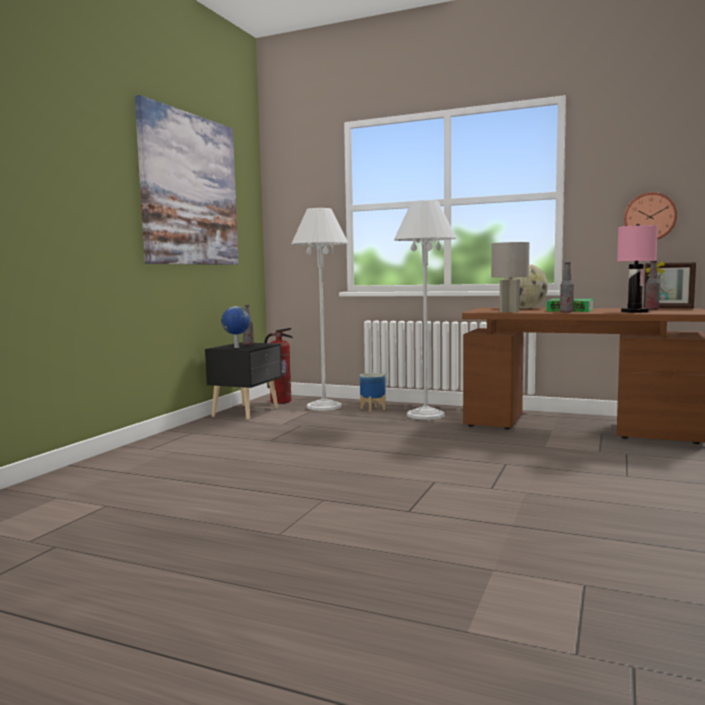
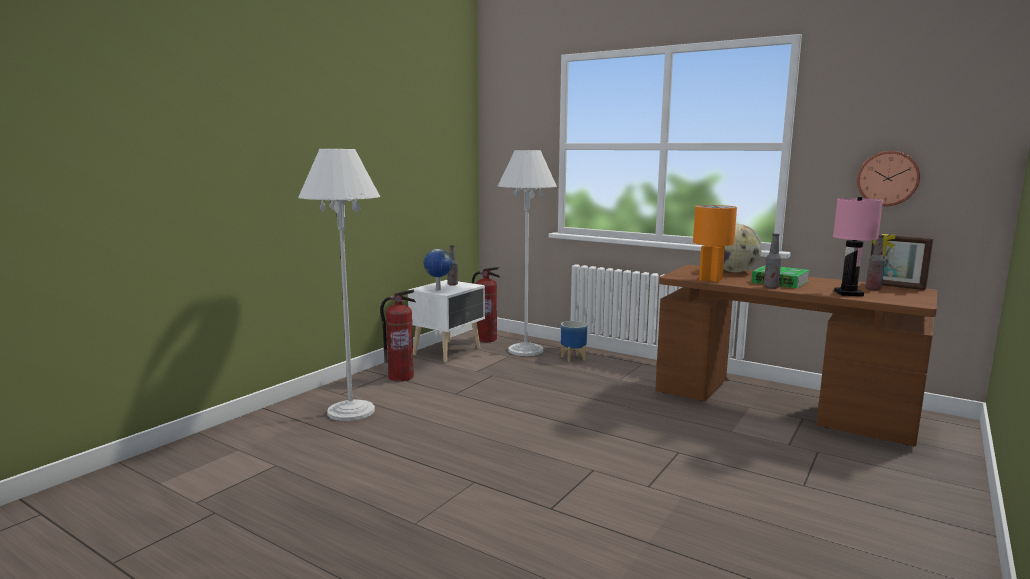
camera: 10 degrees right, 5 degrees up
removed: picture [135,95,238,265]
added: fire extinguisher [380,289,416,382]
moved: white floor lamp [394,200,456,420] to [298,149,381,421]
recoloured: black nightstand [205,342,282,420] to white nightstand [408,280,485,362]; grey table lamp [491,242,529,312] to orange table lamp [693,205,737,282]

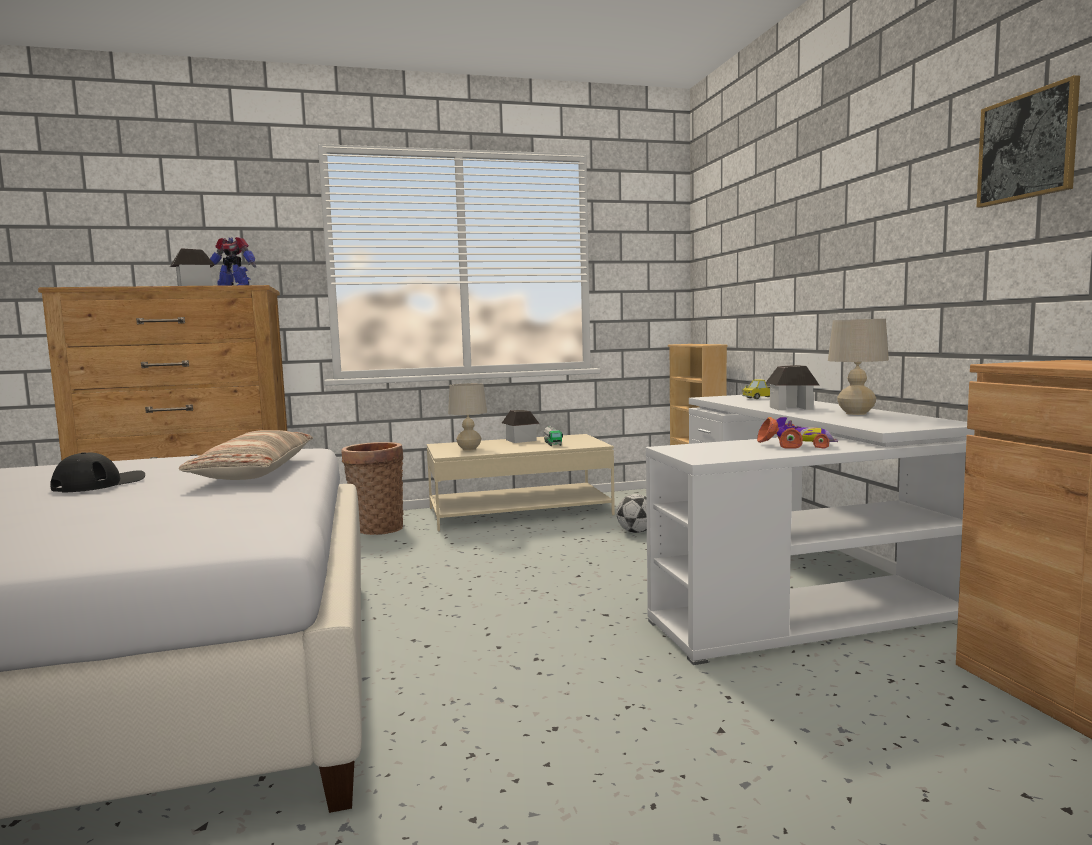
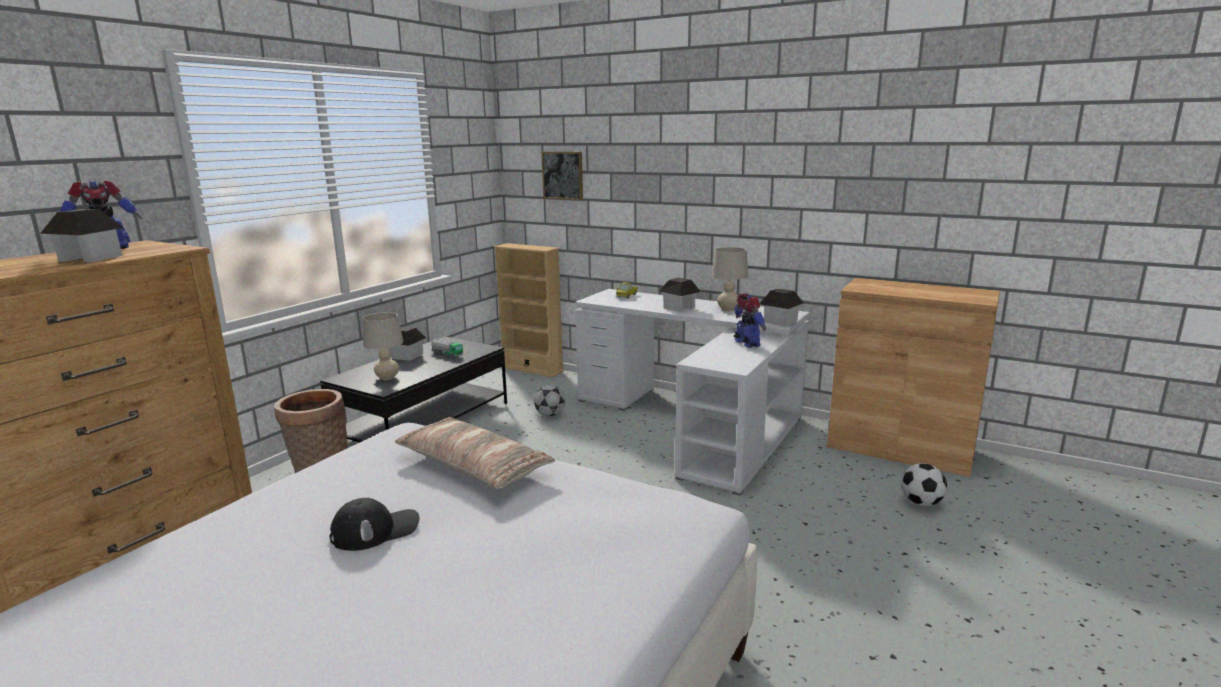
camera: 45 degrees left, 10 degrees up
added: toy house [759,289,804,326]; football [901,463,947,506]
moved: picture [977,75,1080,208] to [541,152,583,200]
replaced: toy car [757,417,838,449] to toy robot [734,293,766,348]
recoloured: beige coffee table [427,434,615,531] to black coffee table [320,337,507,443]
turned: black cap [50,452,145,493] = [330,498,419,551] 75 degrees clockwise

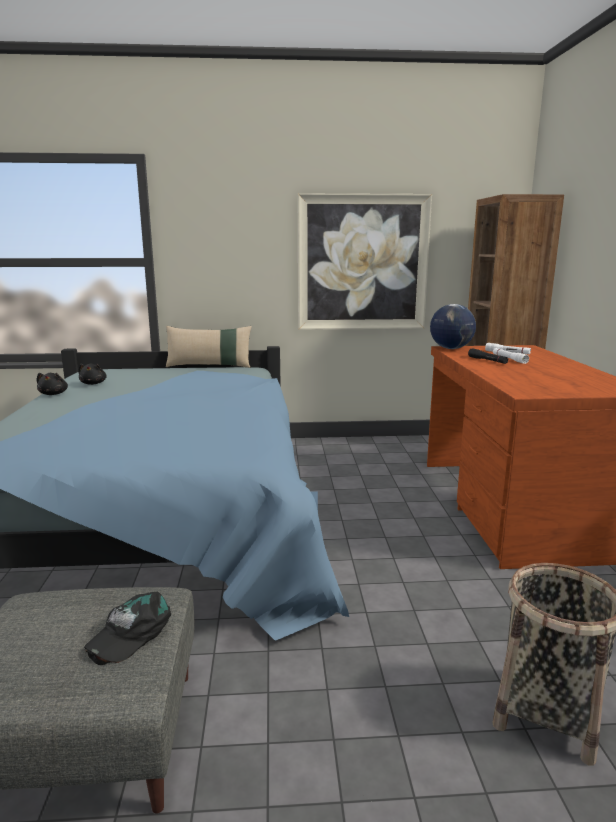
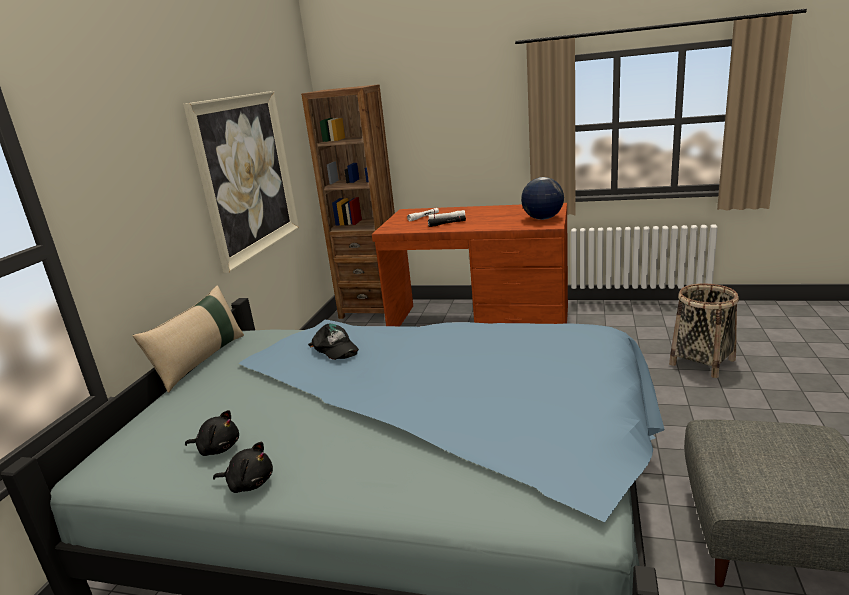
camera: 70 degrees left, 5 degrees up
moved: black cap [84,592,171,665] to [308,323,359,360]; globe [430,304,476,349] to [521,177,564,220]

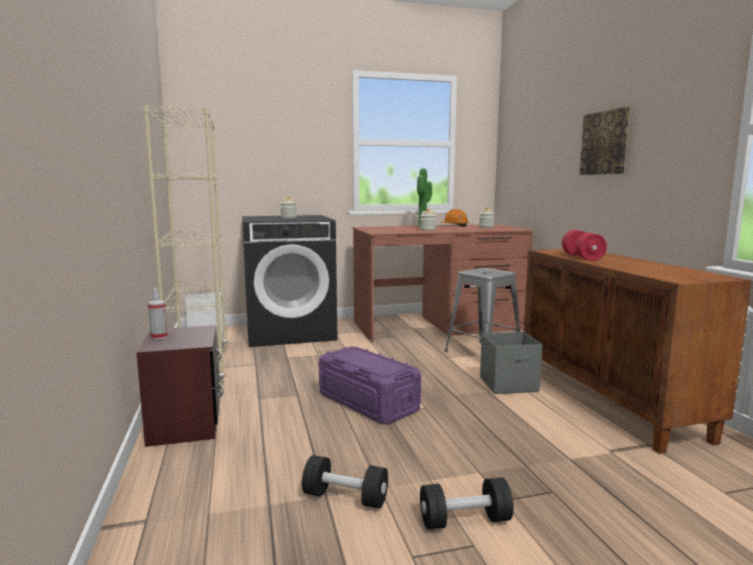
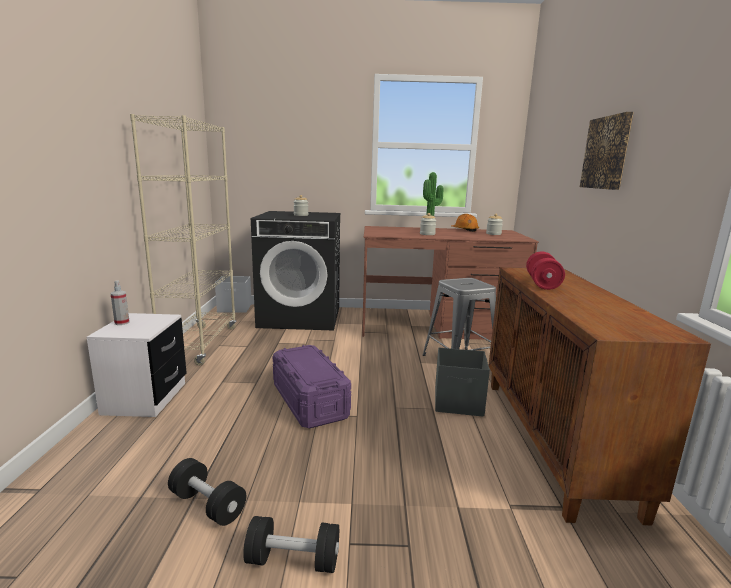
camera: 15 degrees right, 5 degrees up
recoloured: brown nightstand [136,325,223,447] to white nightstand [87,313,187,417]

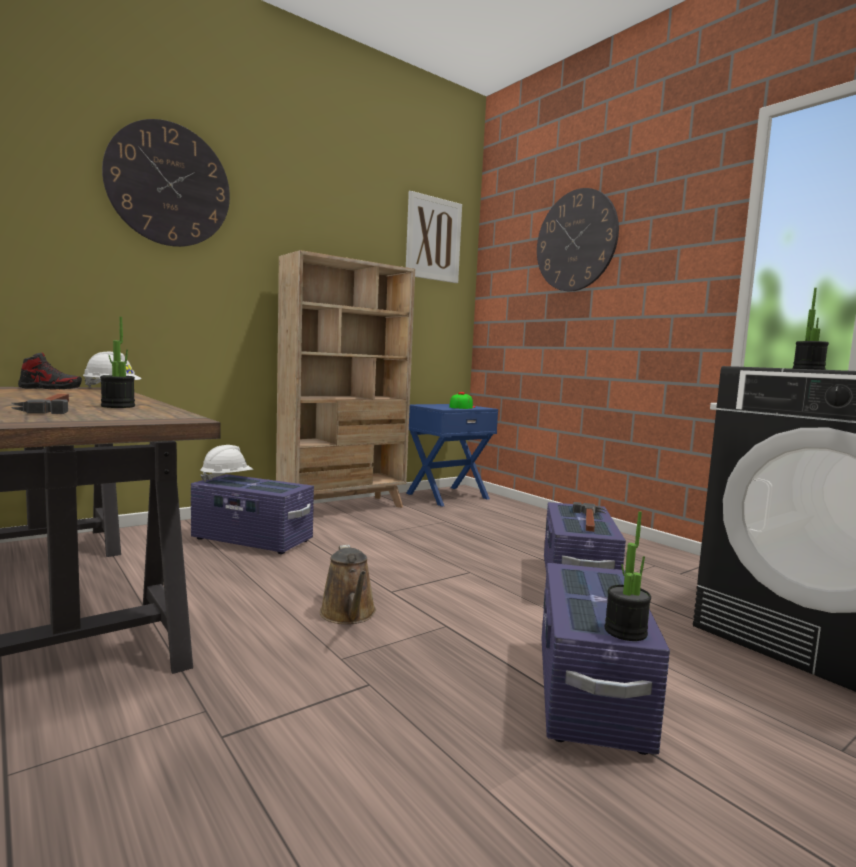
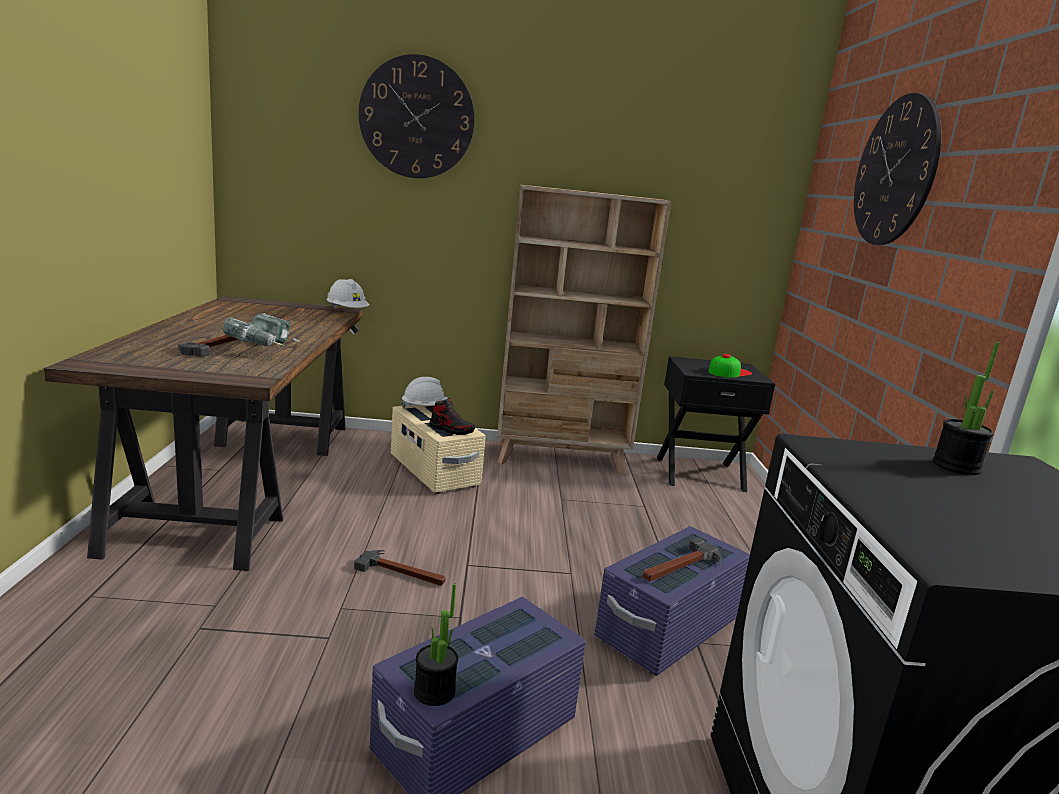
camera: 35 degrees right, 10 degrees up
removed: picture [406,191,462,283]
moved: shoe [18,353,82,390] to [430,398,475,435]
replaced: potted plant [100,317,135,408] to power drill [223,313,300,346]; brown watering can [320,544,376,624] to hammer [354,550,446,586]
recoloured: purple storage box [191,474,314,554] to beige storage box [391,405,486,494]; blue nightstand [406,404,498,506] to black nightstand [657,356,775,492]

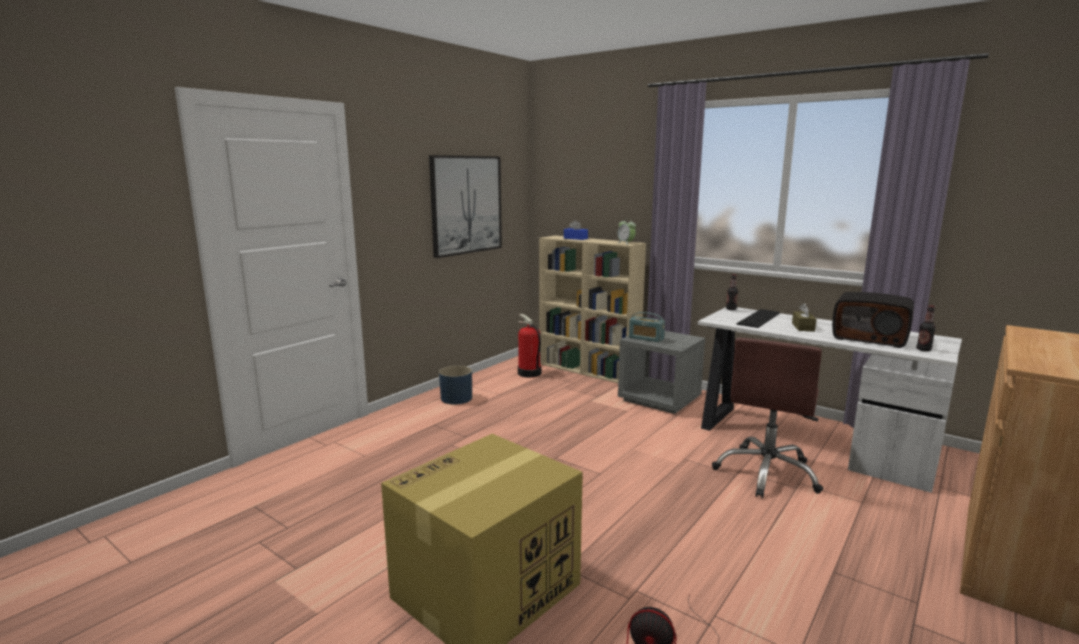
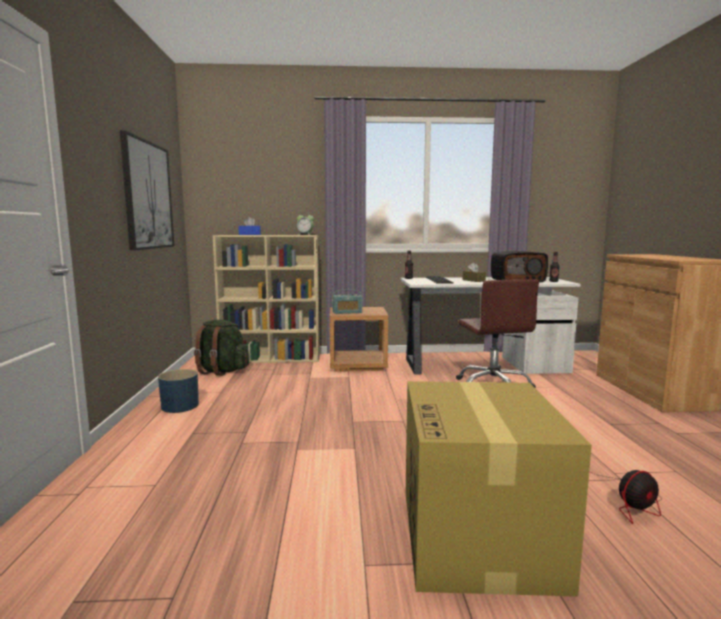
camera: 40 degrees left, 5 degrees down
replaced: fire extinguisher [517,314,541,378] to green backpack [194,320,249,376]
recoloured: grey nightstand [618,331,705,414] to brown nightstand [330,307,389,372]

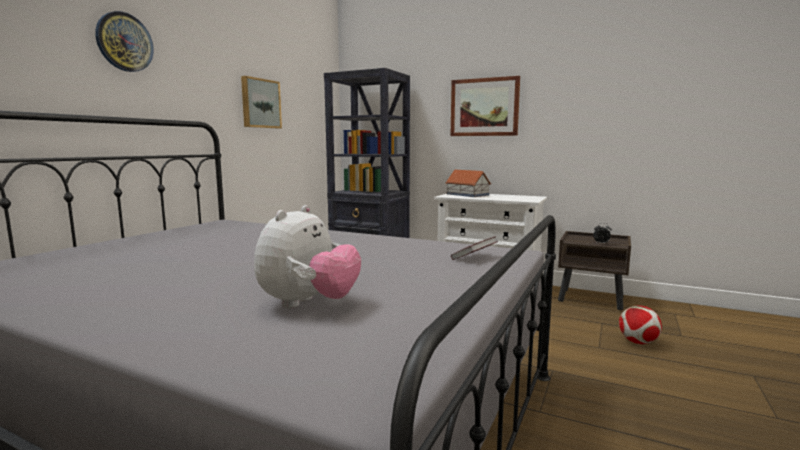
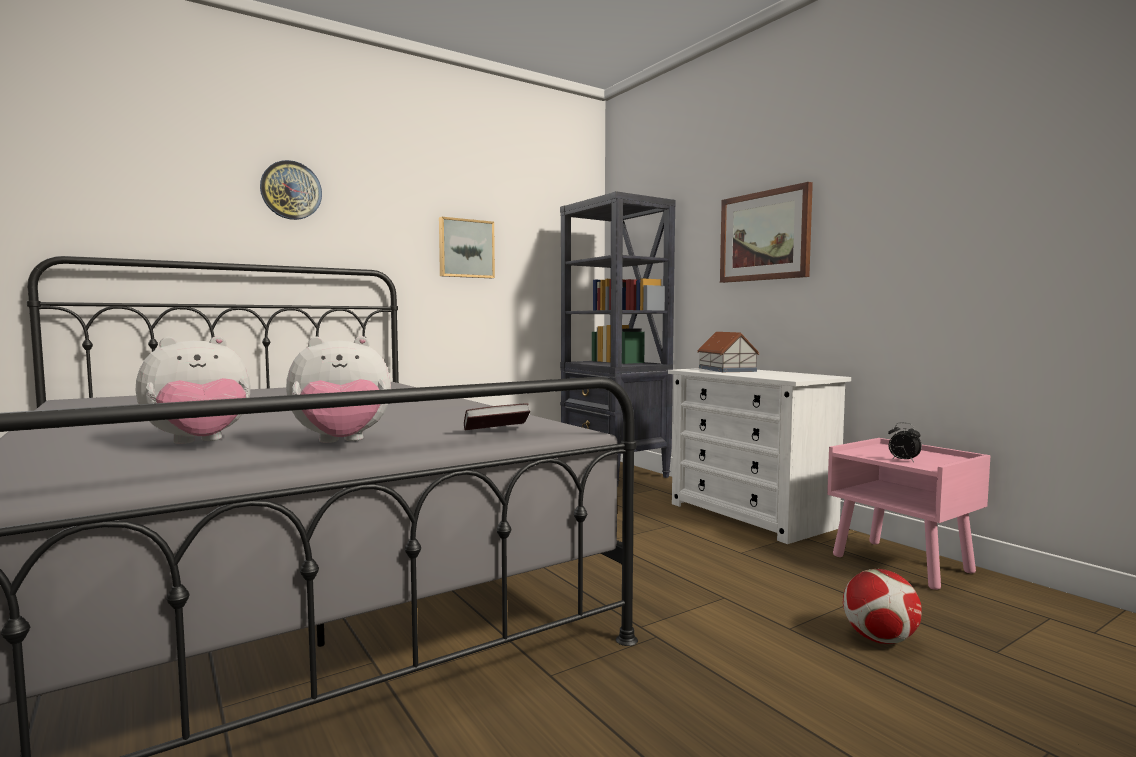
camera: 30 degrees right, 5 degrees down
added: plush toy [286,336,391,443]
recoloured: brown nightstand [558,231,631,310] to pink nightstand [827,438,991,590]

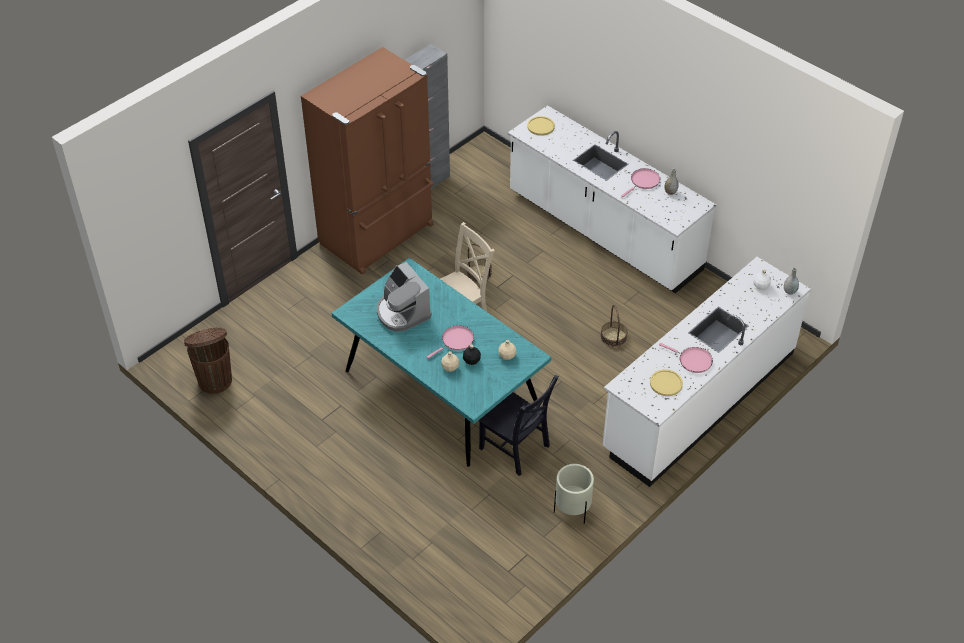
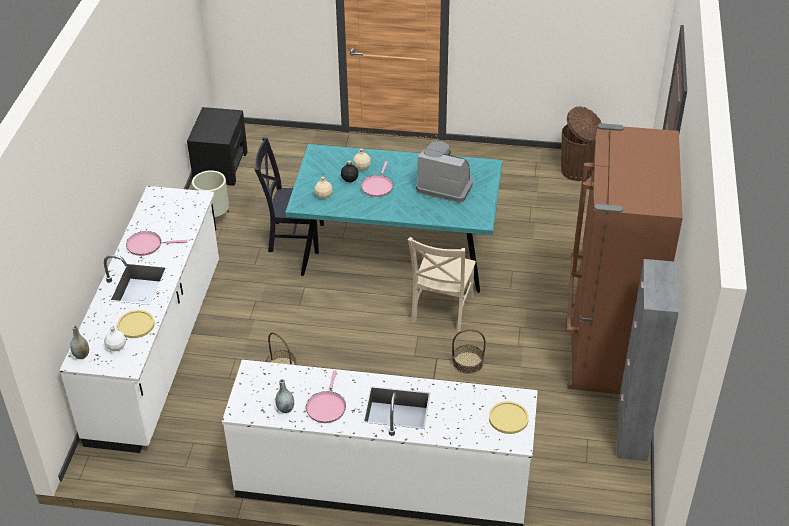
camera: 145 degrees right, 5 degrees down
added: black nightstand [187,107,248,186]
moved: yellow plate [650,369,683,396] to [117,310,154,338]

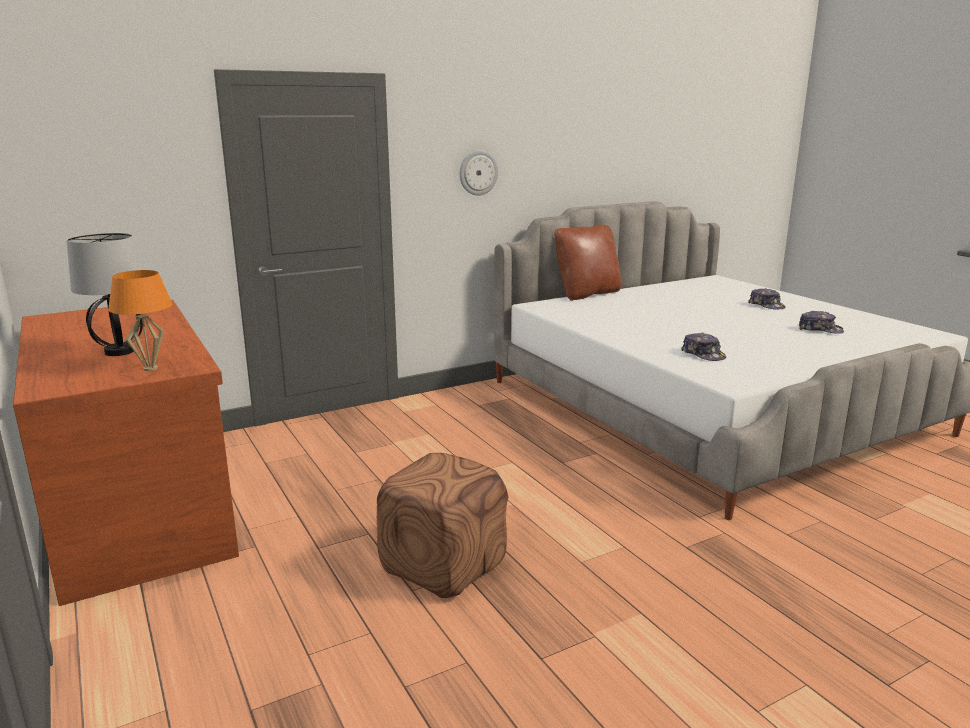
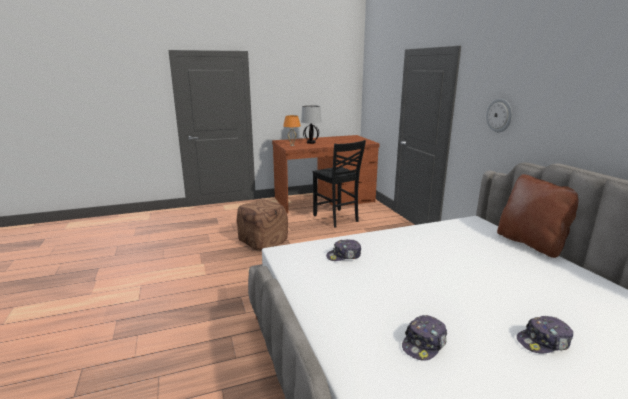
camera: 100 degrees right, 0 degrees up
added: black chair [313,140,366,228]

